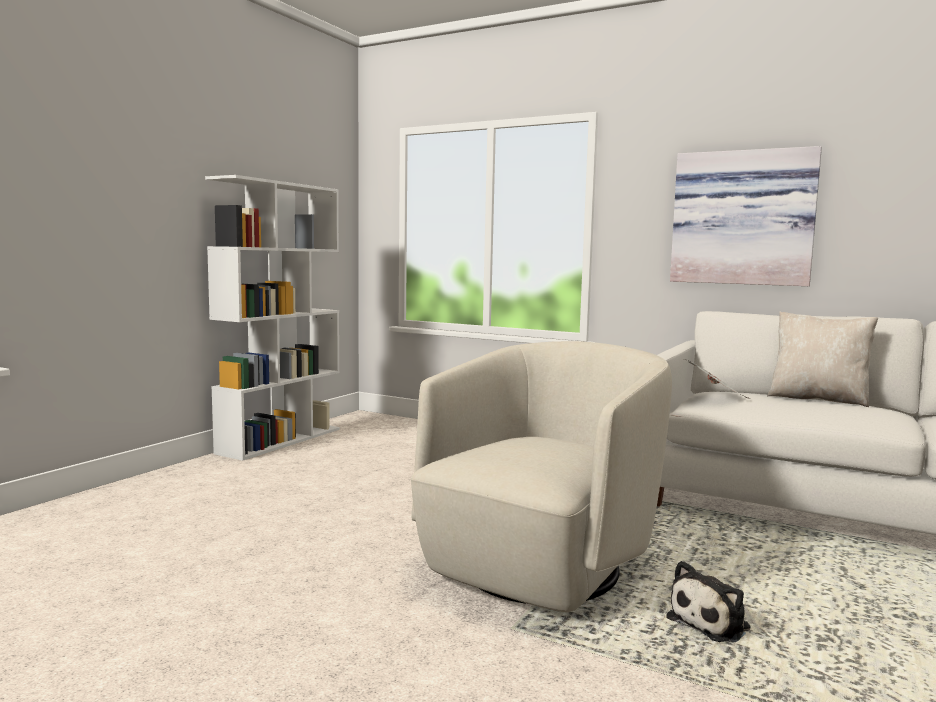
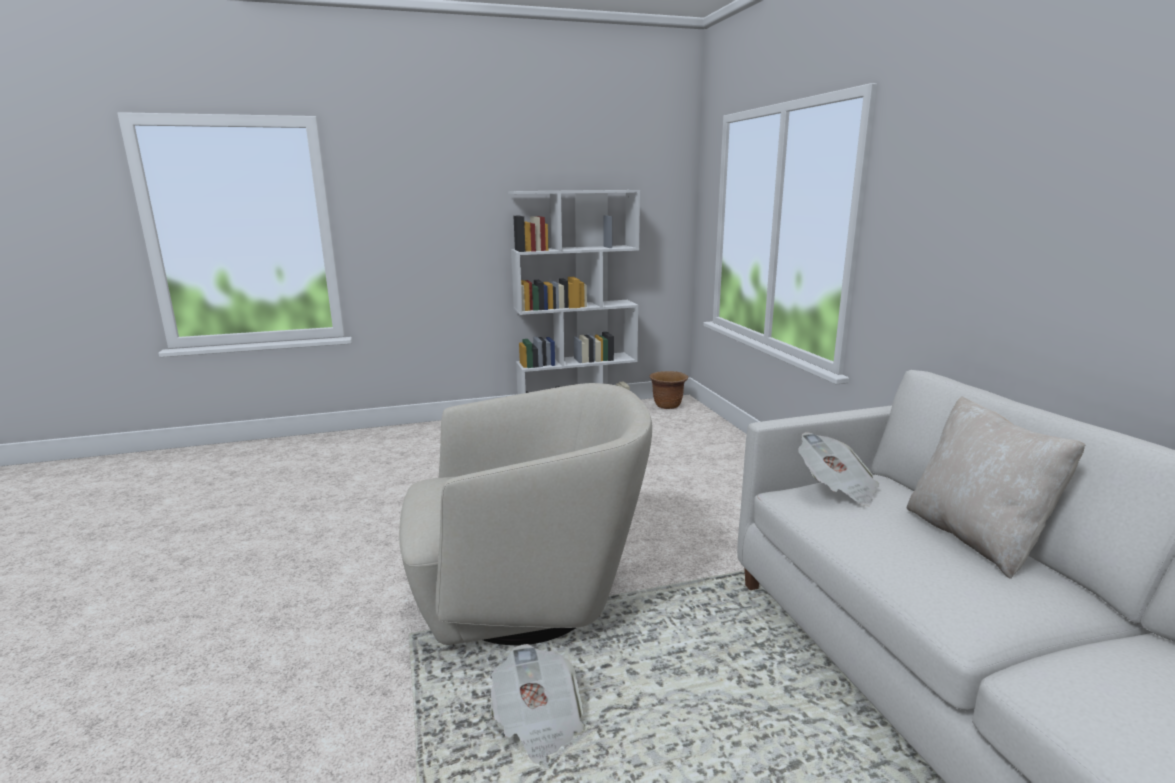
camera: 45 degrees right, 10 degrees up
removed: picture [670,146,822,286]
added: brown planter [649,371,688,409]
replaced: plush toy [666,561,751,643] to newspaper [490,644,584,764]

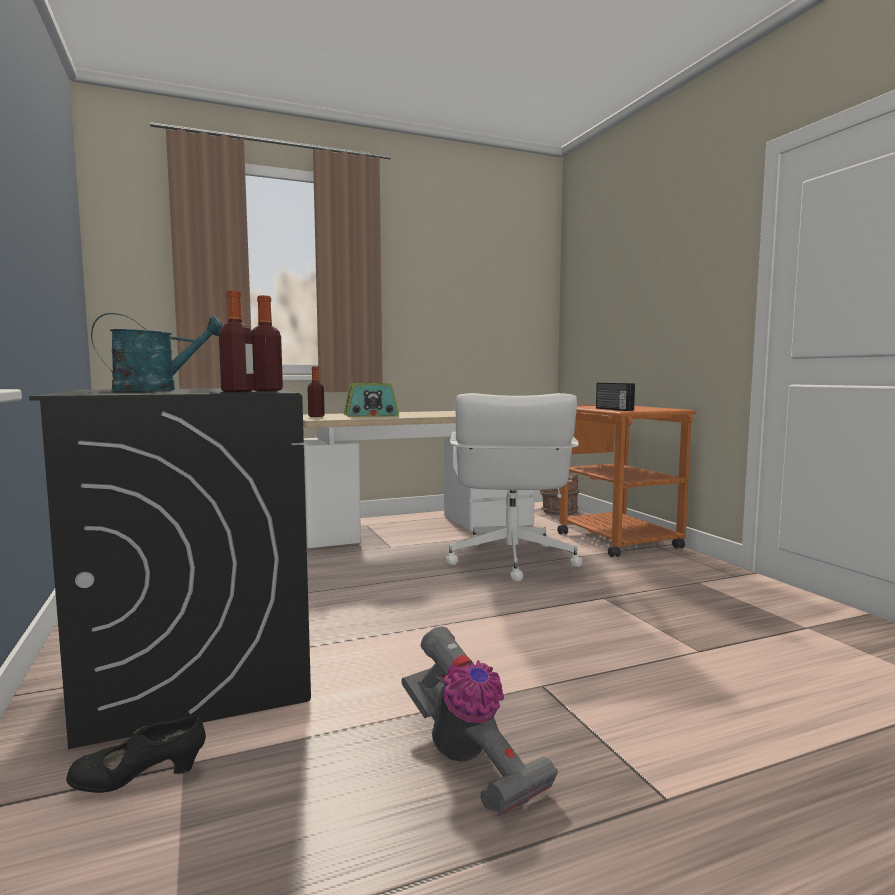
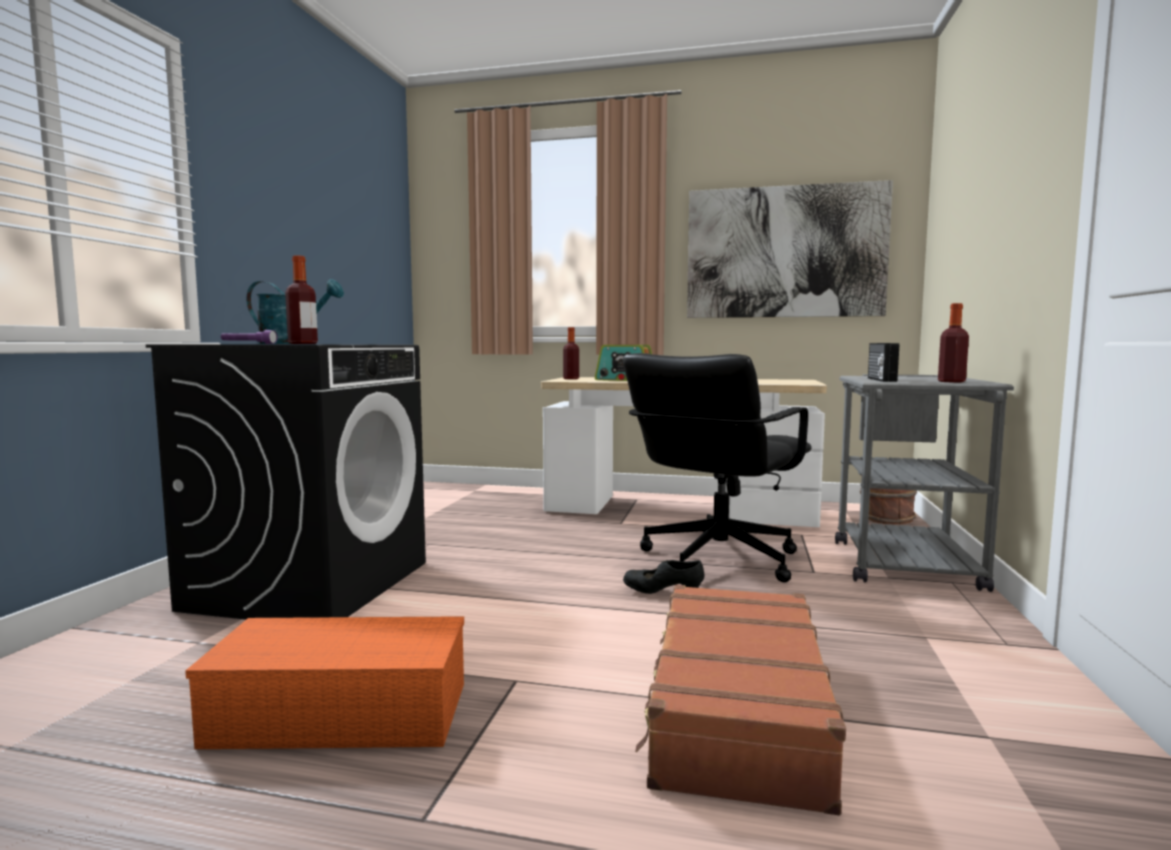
camera: 35 degrees right, 0 degrees up
added: purple flashlight [221,330,278,344]; brown suitcase [635,585,846,815]; picture [687,180,893,318]
moved: black shoe [66,715,206,793] to [623,560,704,594]; bottle [251,295,283,391] to [938,303,969,383]
replaced: vacuum cleaner [401,626,558,816] to orange storage box [185,616,464,749]
recoloured: white office chair [446,393,583,582] to black office chair [623,353,812,583]; orange cart [557,405,696,557] to grey cart [835,374,1014,592]

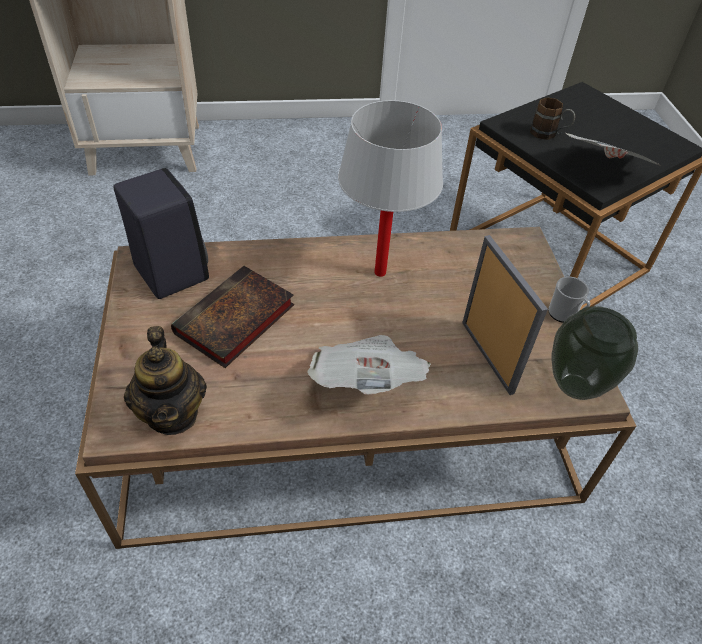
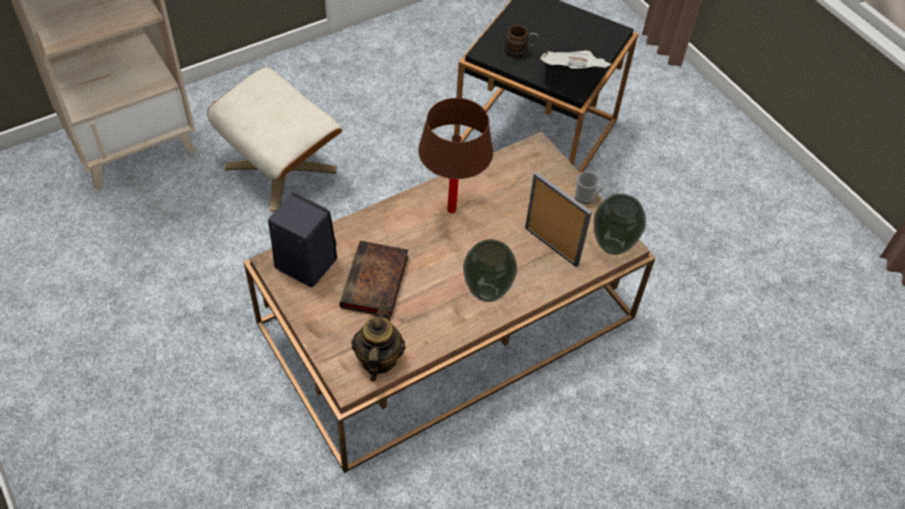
camera: 25 degrees left, 5 degrees up
added: beige ottoman [207,68,342,211]
replaced: newspaper [307,335,431,395] to vase [463,239,517,302]
recoloured: white table lamp [338,100,443,277] to brown table lamp [418,98,493,213]
turned: teapot [124,326,207,435] = [351,301,406,382] 135 degrees counterclockwise

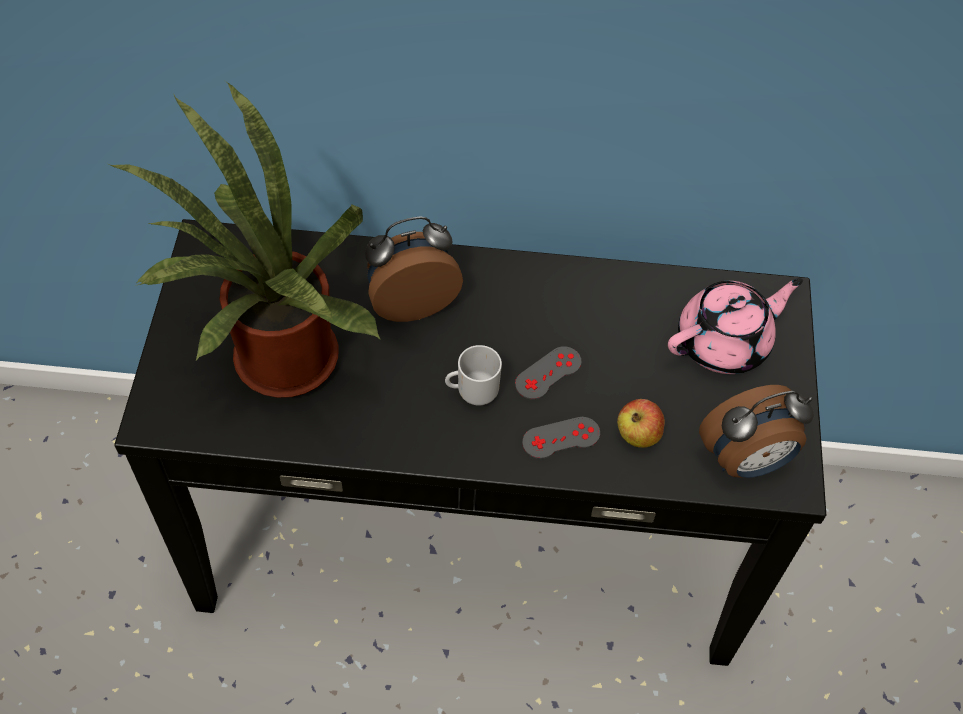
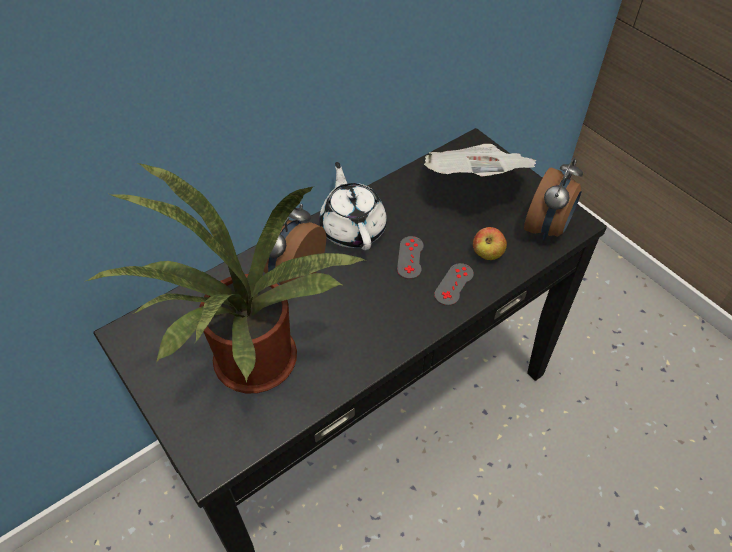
camera: 40 degrees left, 5 degrees down
removed: mug [445,345,502,405]
added: white teapot [319,162,387,250]
replaced: pink teapot [668,278,803,374] to newspaper [424,144,536,176]

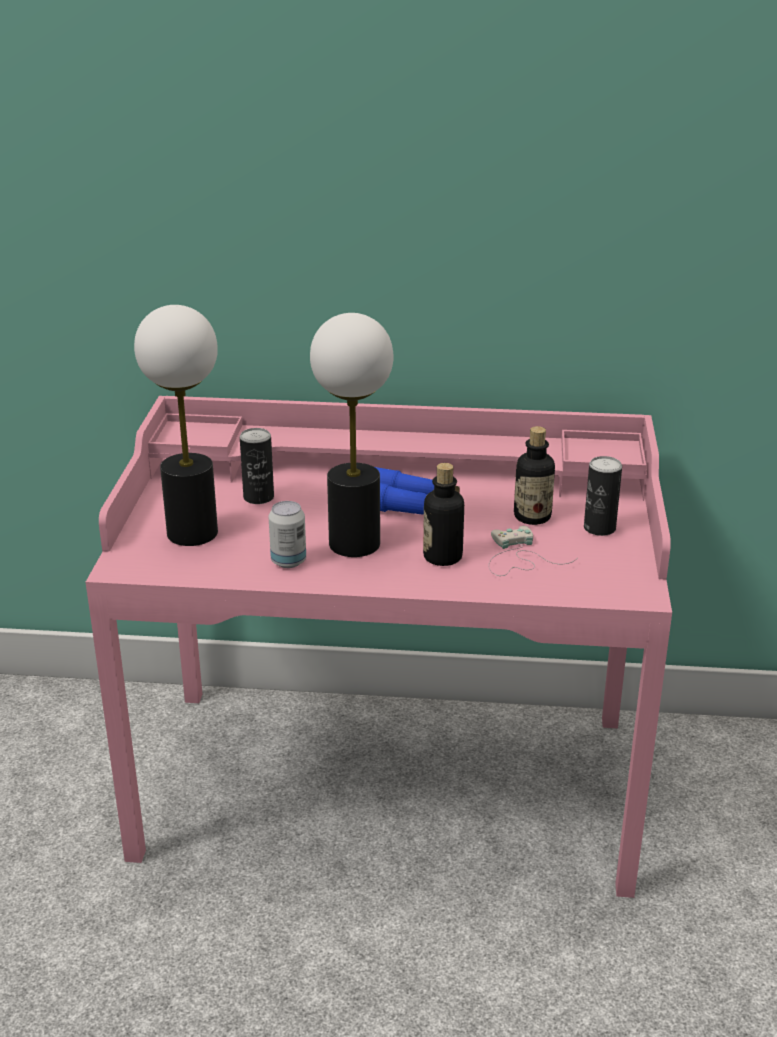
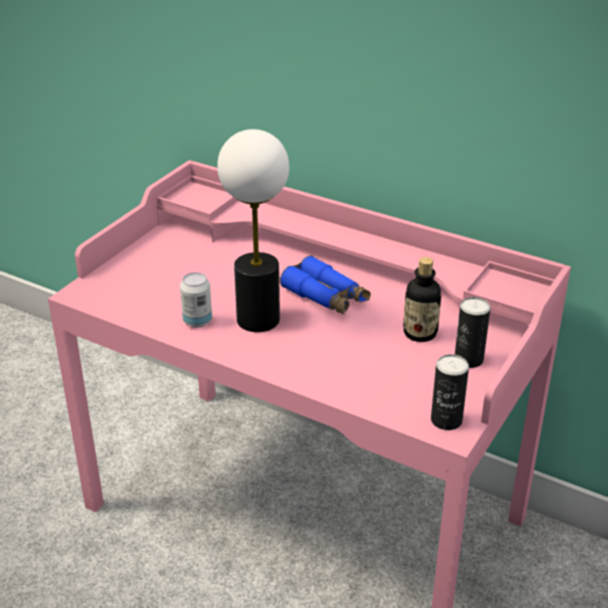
camera: 25 degrees right, 5 degrees up
removed: table lamp [134,305,218,546]; bottle [423,463,464,566]; white game controller [488,526,578,576]
moved: can [240,428,274,504] to [431,354,469,430]

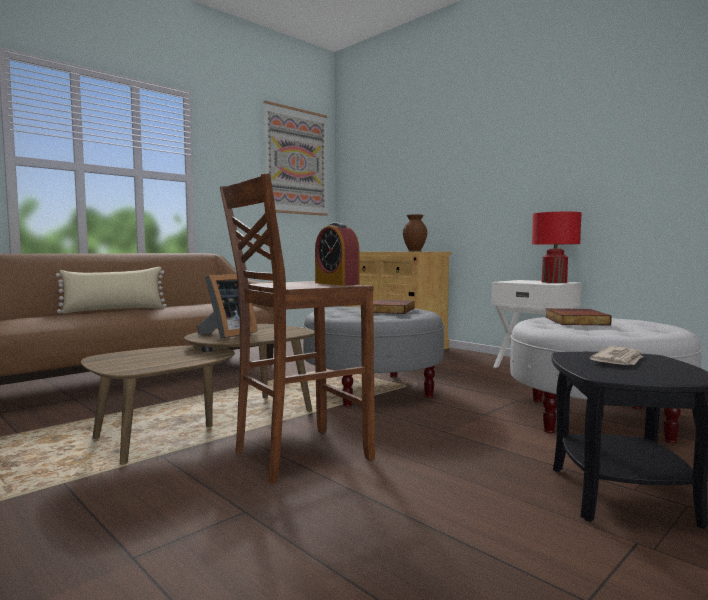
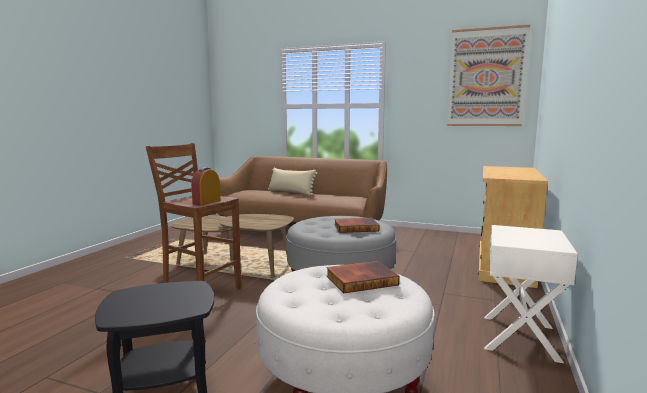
camera: 65 degrees right, 5 degrees up
removed: picture frame [197,274,258,339]; brown vase [403,215,427,252]; red table lamp [532,212,582,283]; newspaper [590,346,643,365]

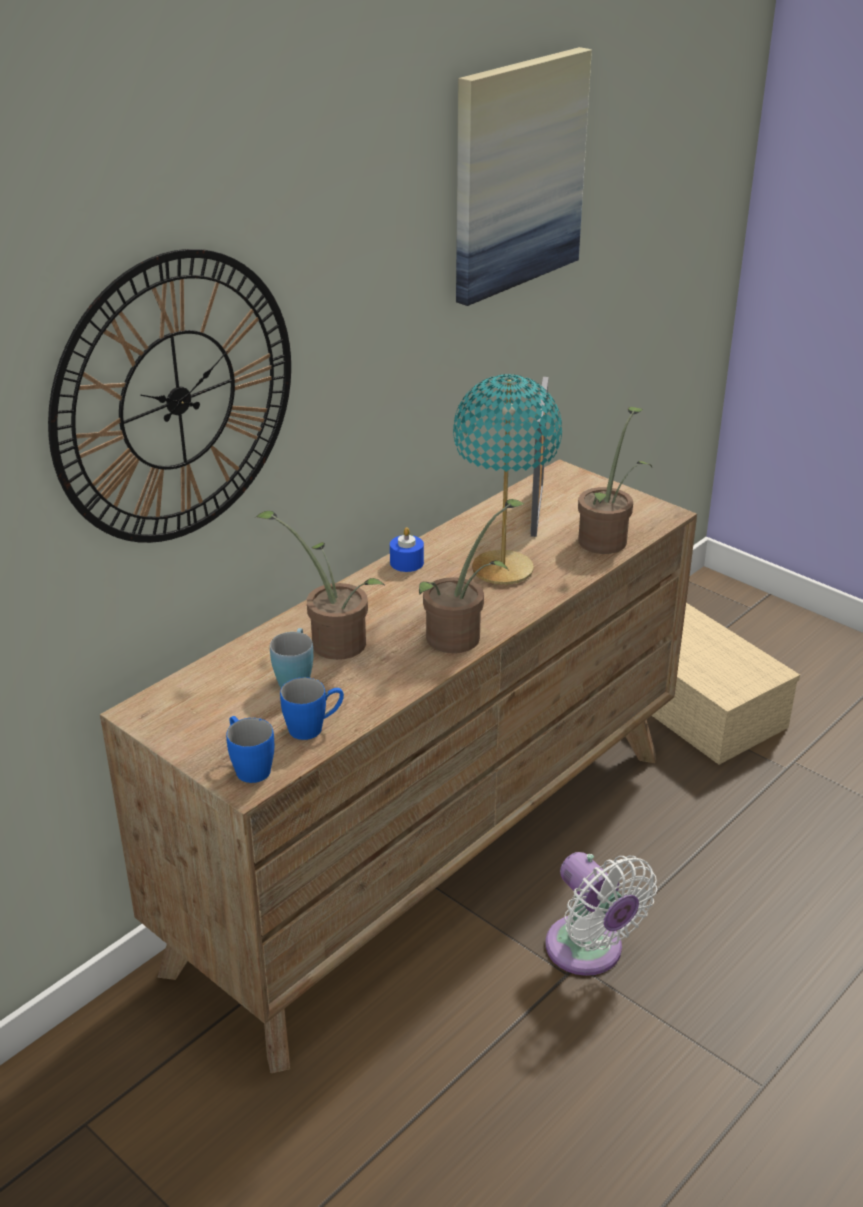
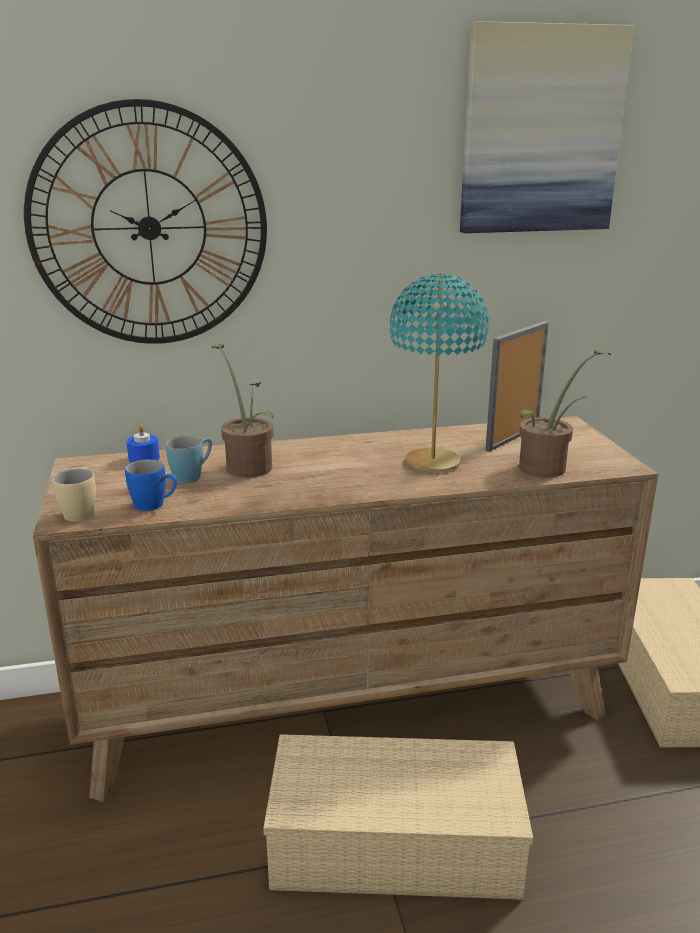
camera: 35 degrees right, 10 degrees down
removed: potted plant [419,499,524,653]
moved: blue candle [390,527,424,572] to [126,424,160,463]
replaced: white fan [545,852,657,976] to beige storage box [263,734,533,900]
recoloured: blue mug [226,716,274,783] to beige mug [53,468,96,522]

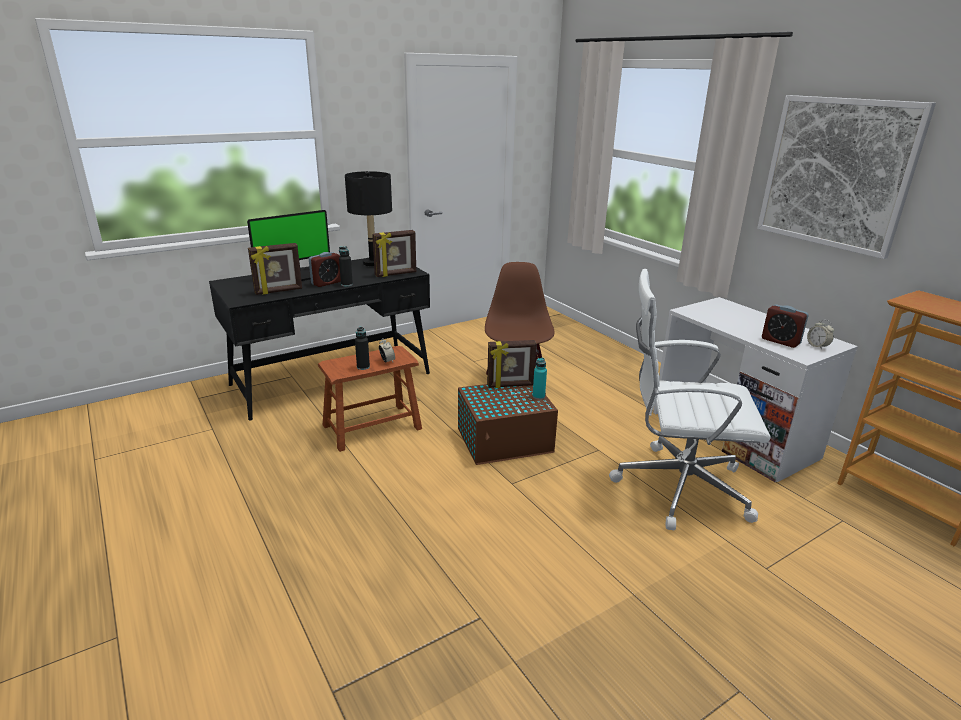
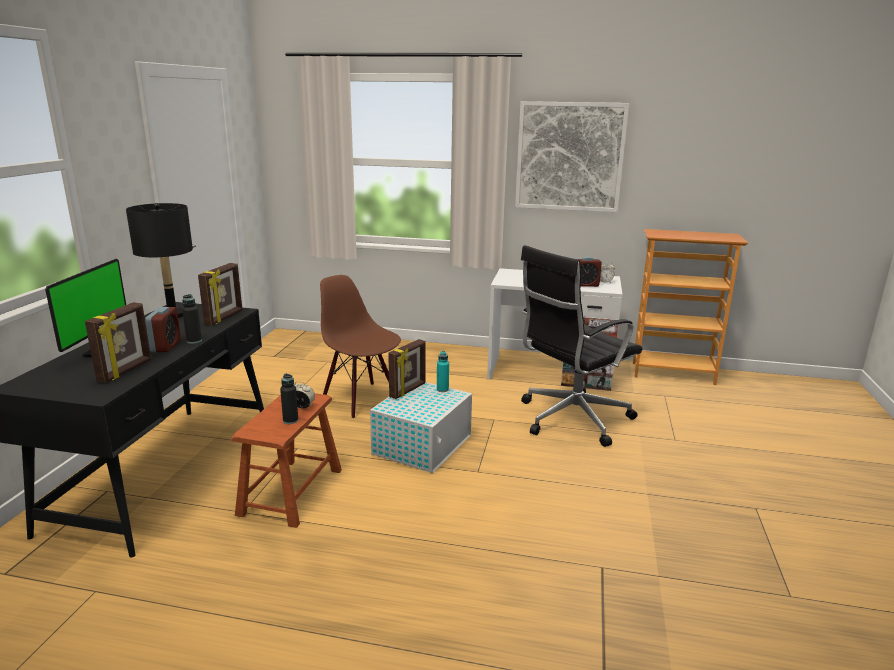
camera: 45 degrees left, 5 degrees down
recoloured: brown storage box [458,384,558,465] to white storage box [370,382,472,473]; white office chair [609,269,771,530] to black office chair [521,245,643,447]

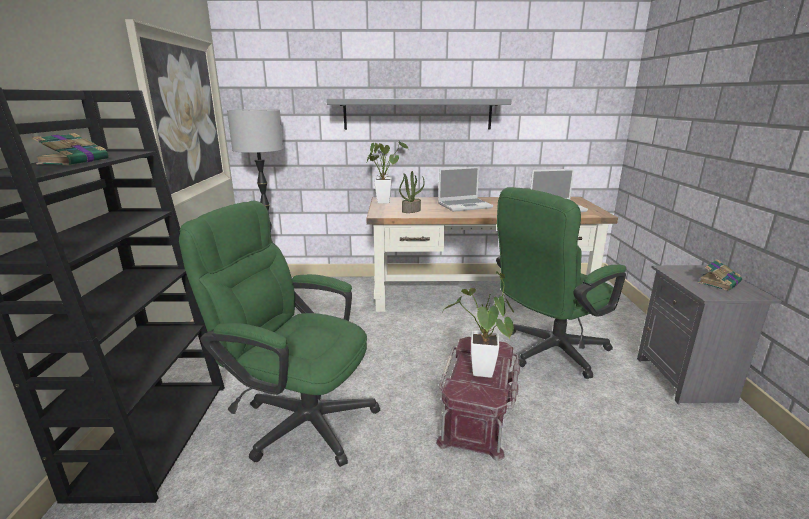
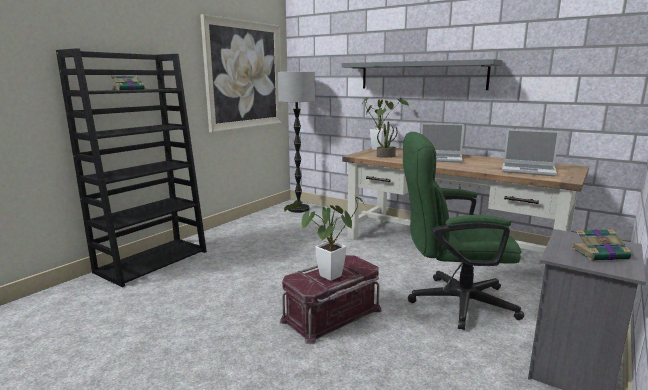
camera: 35 degrees right, 5 degrees down
removed: green office chair [179,201,380,467]

